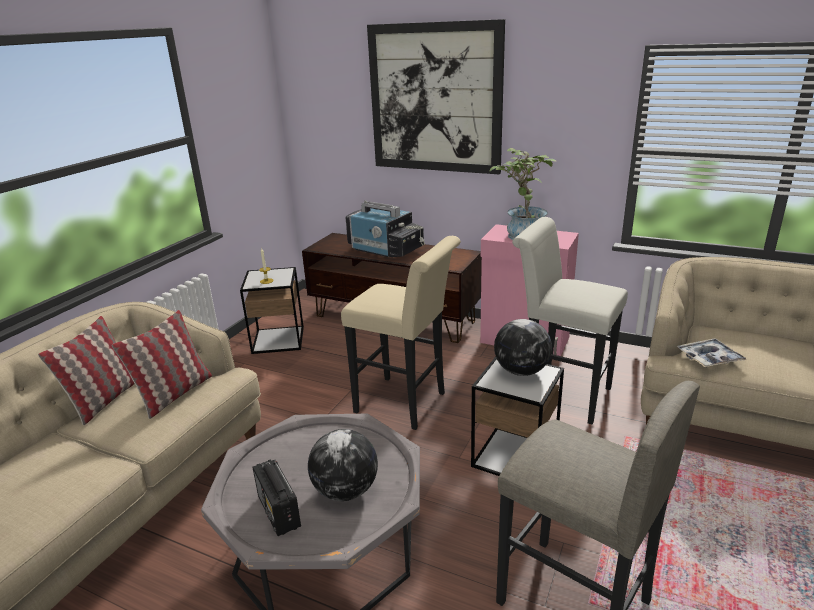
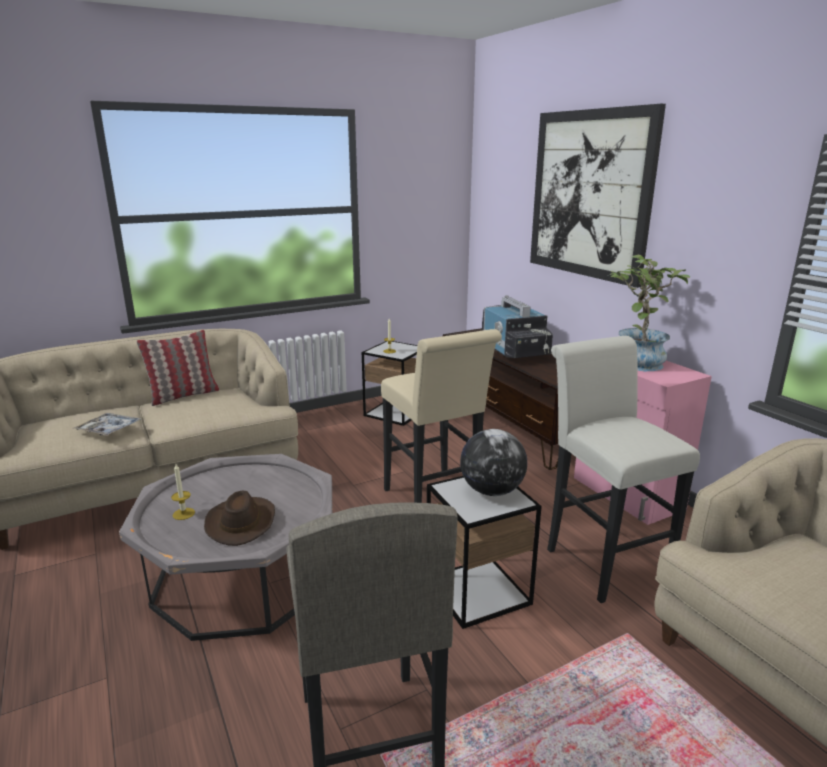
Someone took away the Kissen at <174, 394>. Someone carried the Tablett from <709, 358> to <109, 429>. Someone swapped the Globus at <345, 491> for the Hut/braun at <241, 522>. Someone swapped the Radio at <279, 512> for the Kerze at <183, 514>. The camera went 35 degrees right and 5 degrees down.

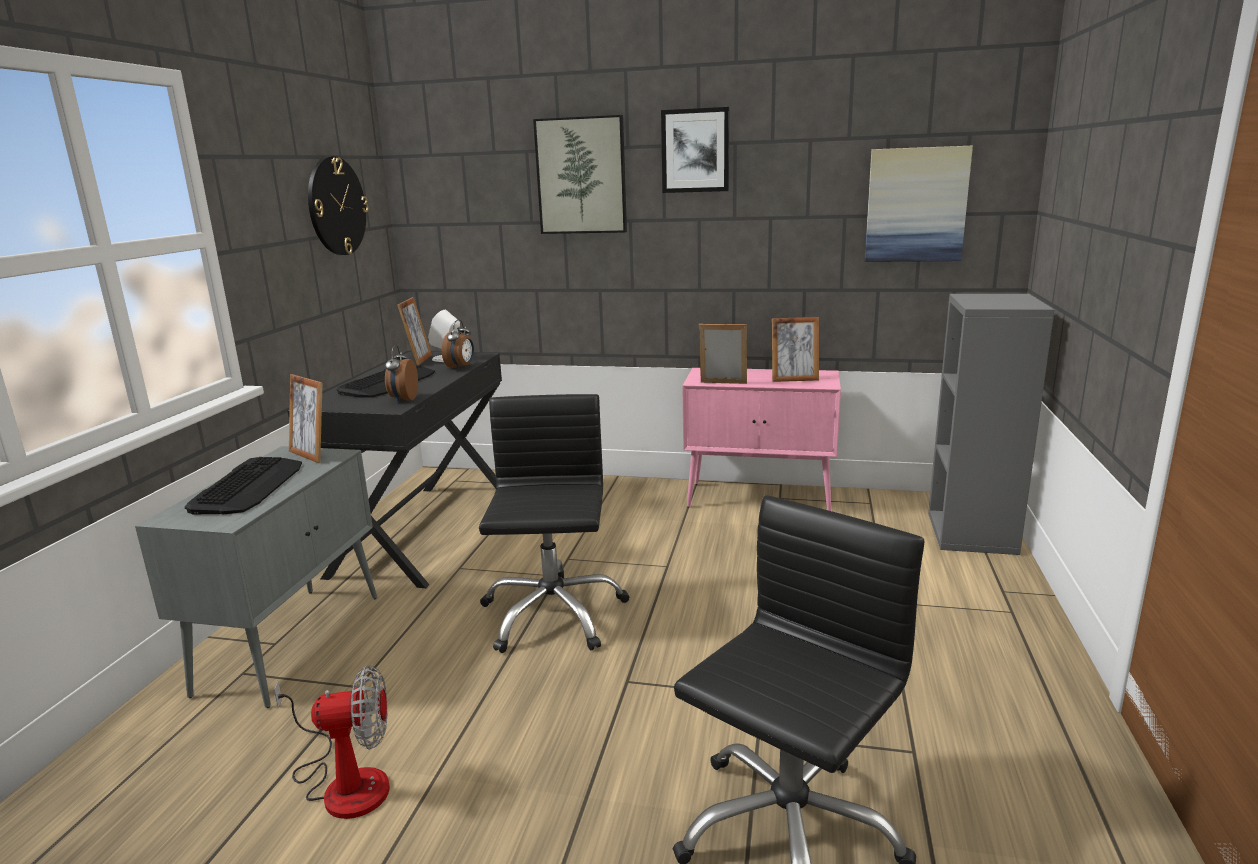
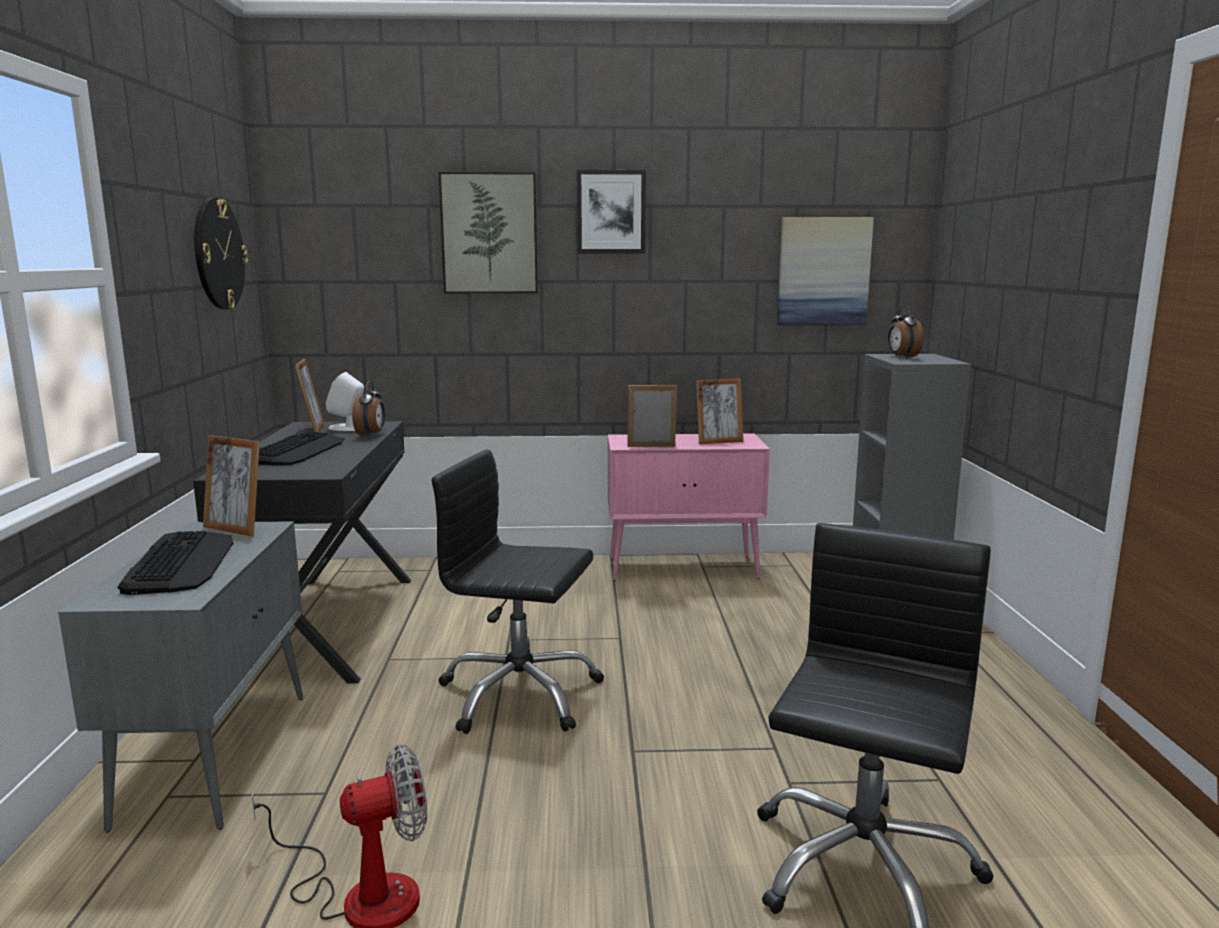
Someone carried the Wecker from <403, 399> to <902, 357>. Someone rotated the Bürostuhl/schwarz at <552, 614> by 60 degrees counterclockwise. The camera went 15 degrees left and 5 degrees down.

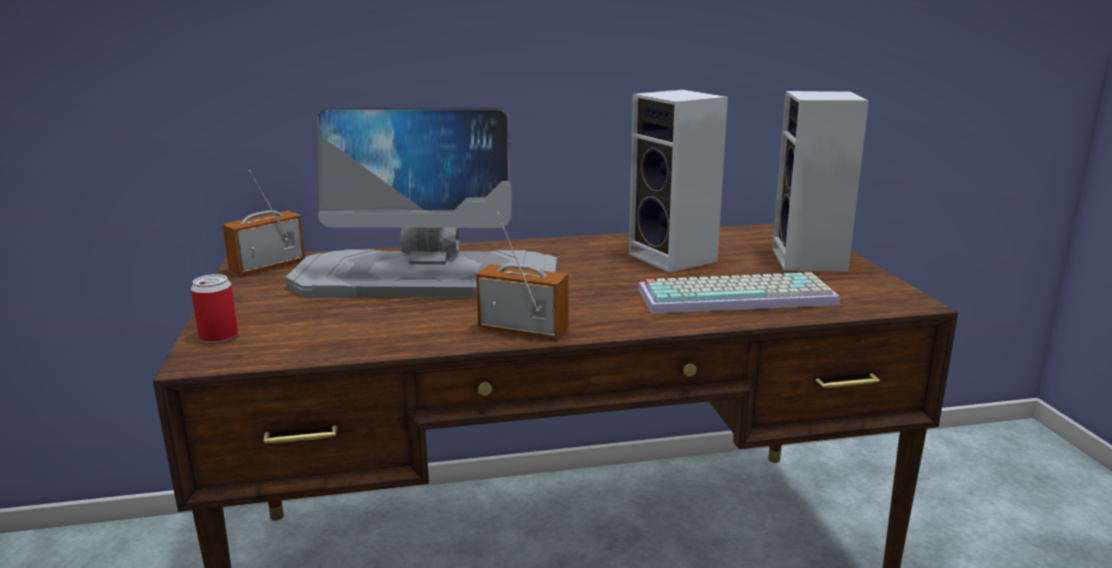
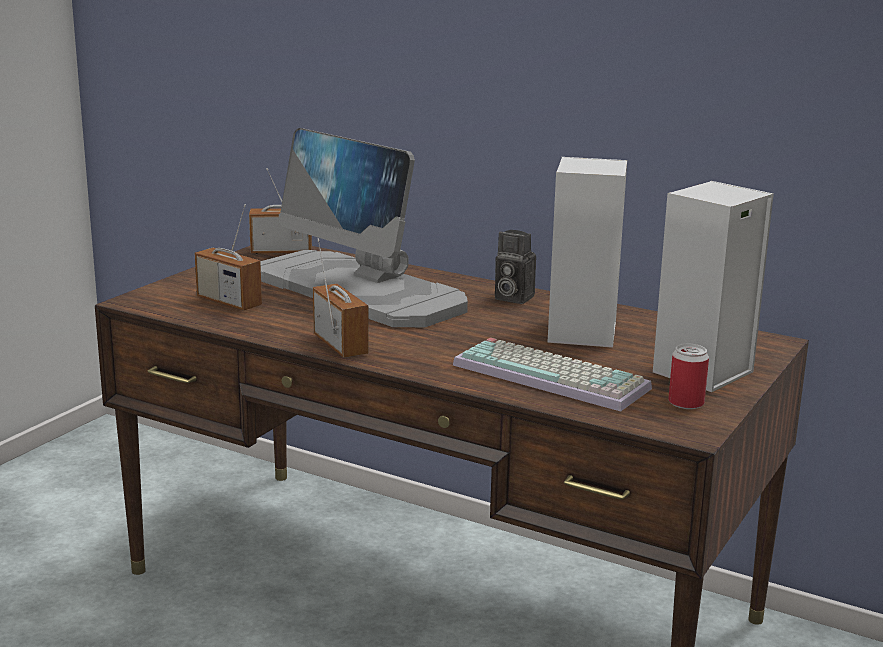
Someone carried the Dose from <219, 336> to <686, 403>. Someone put down the Radio at <229, 302>. Someone put down the Kamera at <511, 298>. The camera went 40 degrees right and 0 degrees up.

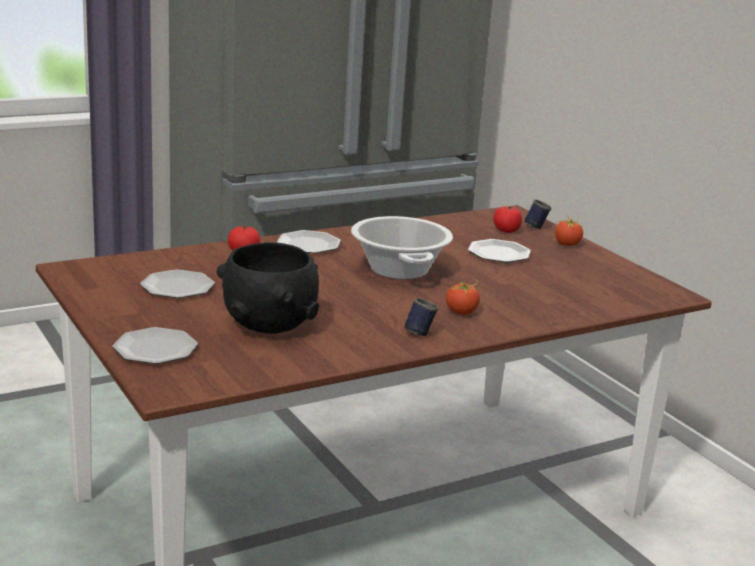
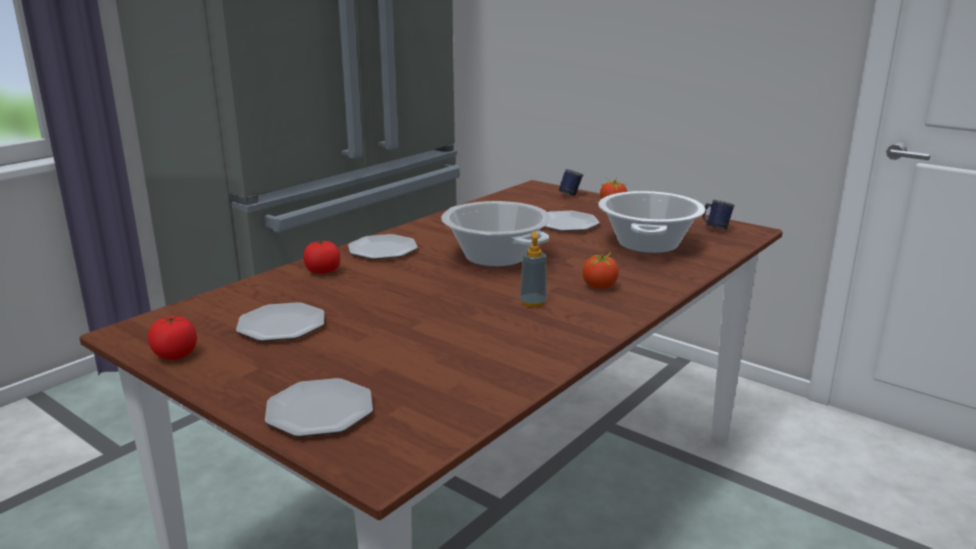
Someone carried the Tomate from <506, 231> to <175, 355>. Someone took away the Schüssel/schwarz at <268, 326>. Someone carried the Henkelbecher/blau from <417, 332> to <715, 228>. Someone put down the Kochtopf at <647, 244>. Someone put down the Seifenspender at <533, 303>. The camera went 20 degrees left and 0 degrees up.

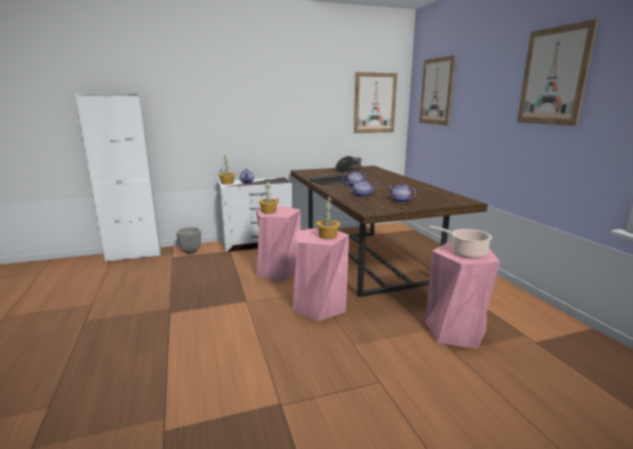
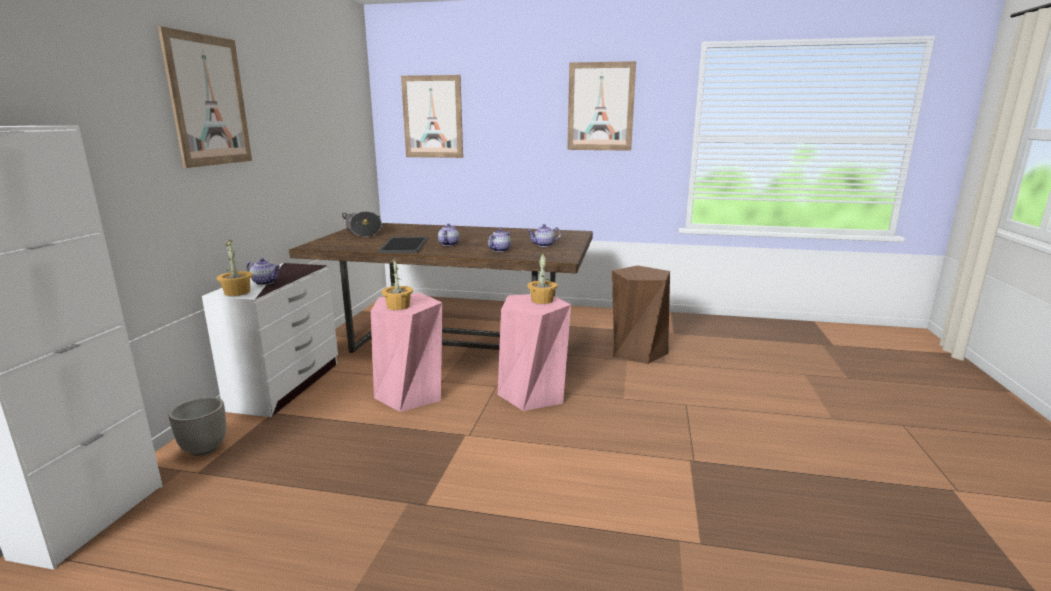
Someone carried the Bild from <375, 103> to <208, 101>. Someone took away the Kochtopf at <466, 253>. Someone repainted the Hocker/rosa at <455, 331>, which became the Hocker/braun at <637, 351>. The camera went 60 degrees left and 0 degrees up.

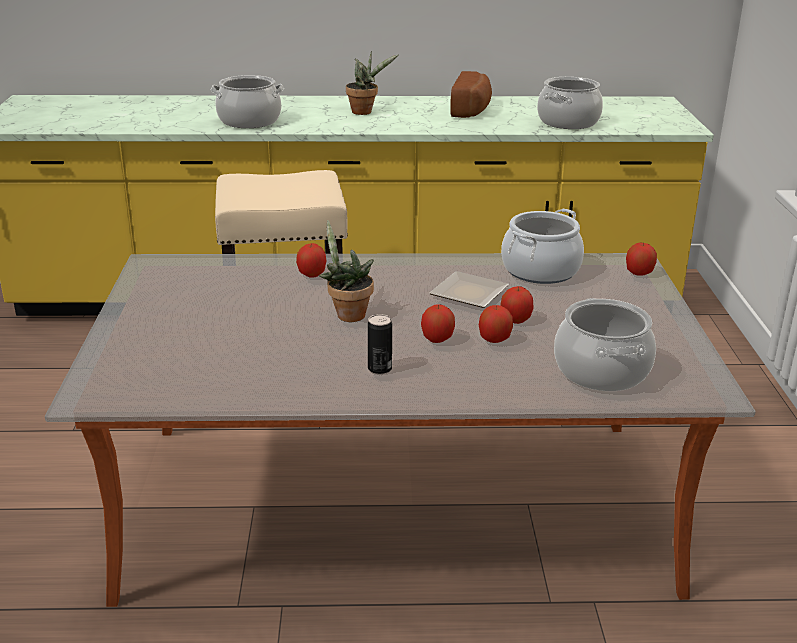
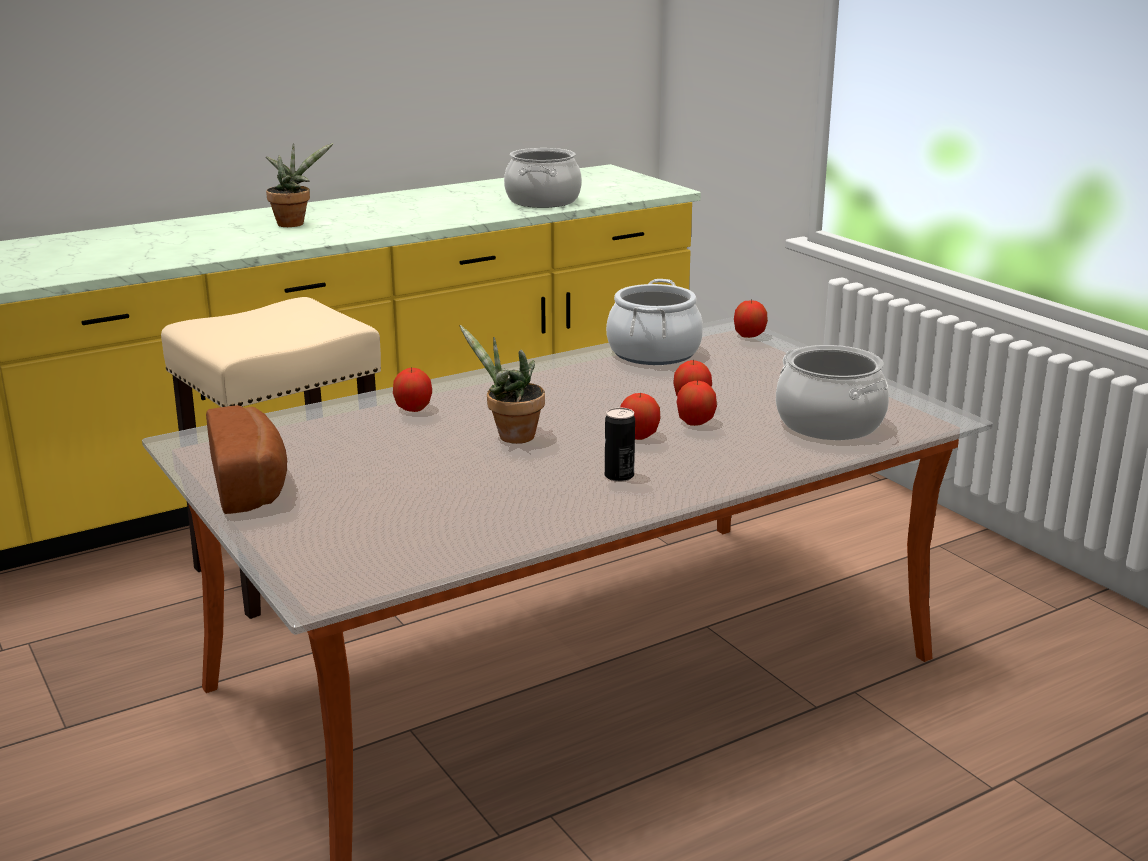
Someone carried the Brot from <472, 109> to <252, 483>. Someone took away the Kochtopf at <249, 121>. Someone took away the Teller at <468, 292>. The camera went 30 degrees left and 5 degrees down.

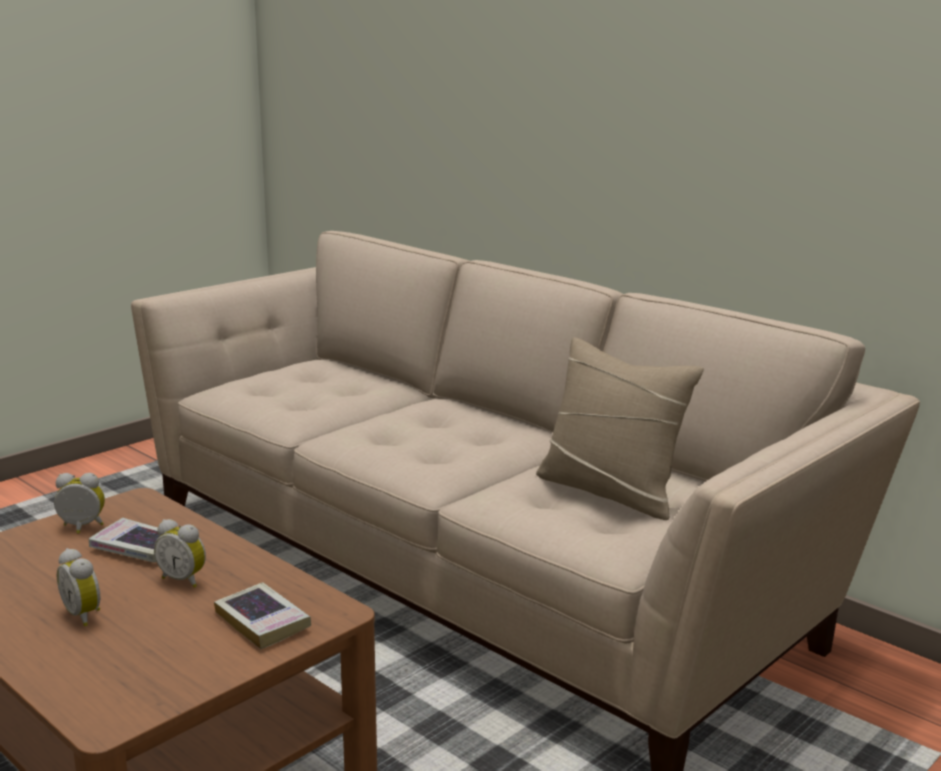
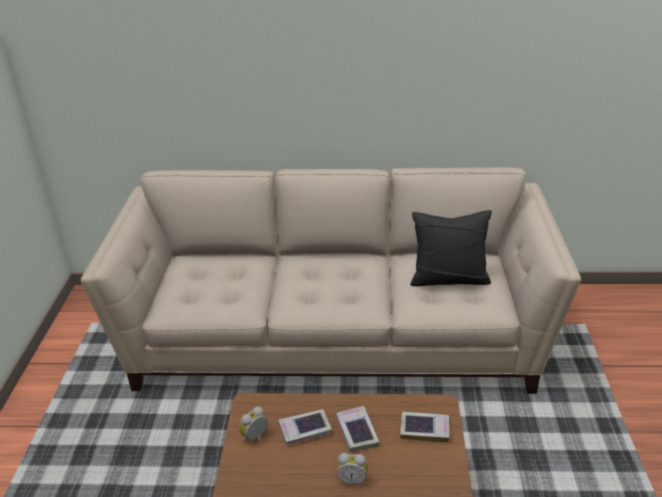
Someone repainted the Kissen/beige at <610, 491>, which became the Kissen/schwarz at <449, 279>. Someone swapped the Wecker at <184, 579> for the Buch at <357, 432>. The camera went 40 degrees left and 15 degrees up.

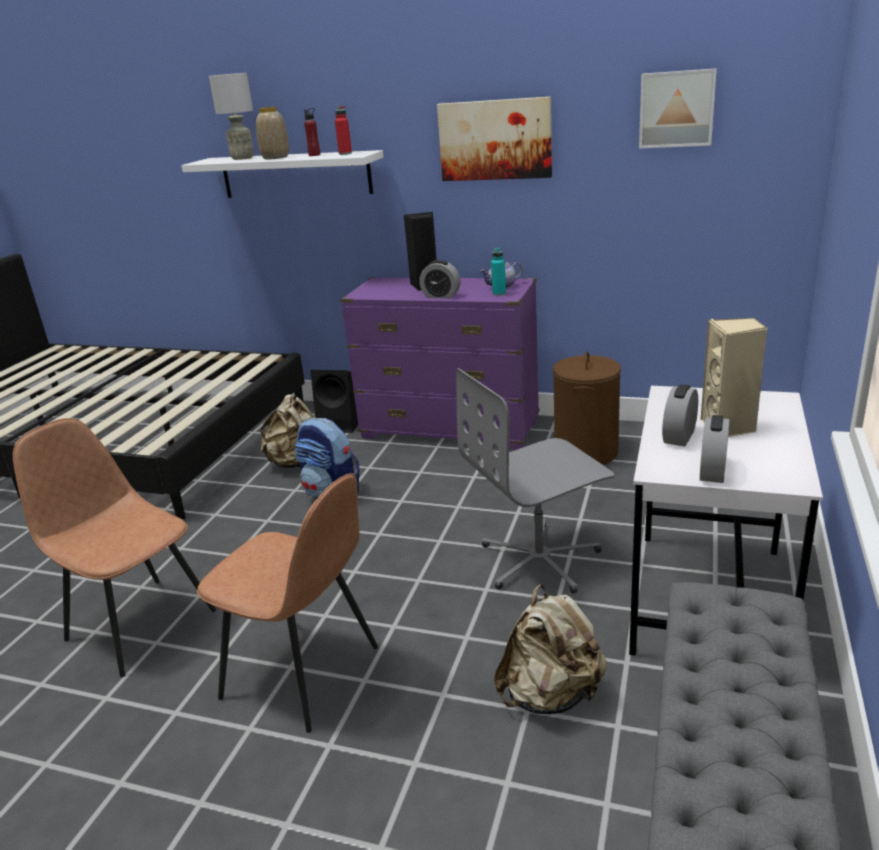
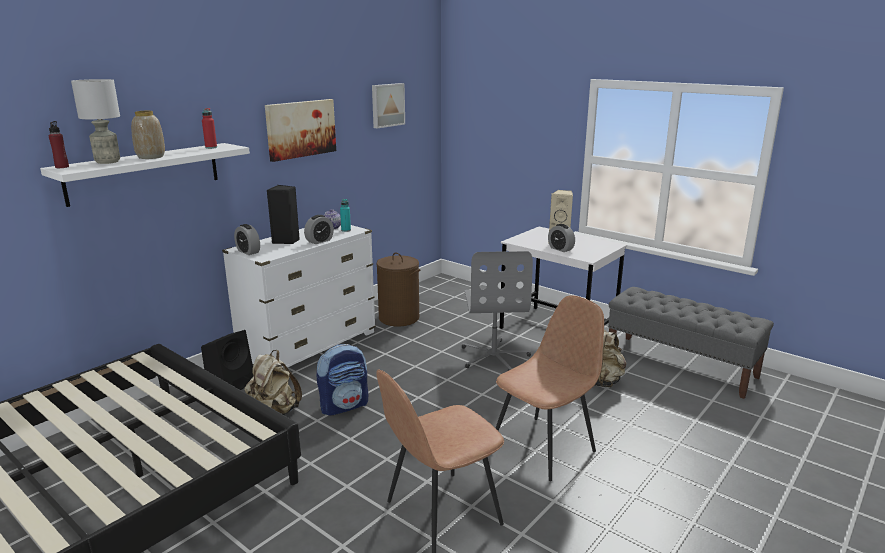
Someone carried the Flasche/rot from <314, 155> to <62, 167>. Someone repainted the Kommode/lila at <450, 429>, which became the Kommode/weiß at <309, 346>. Someone carried the Wecker from <712, 472> to <248, 252>. The camera went 70 degrees left and 5 degrees down.

